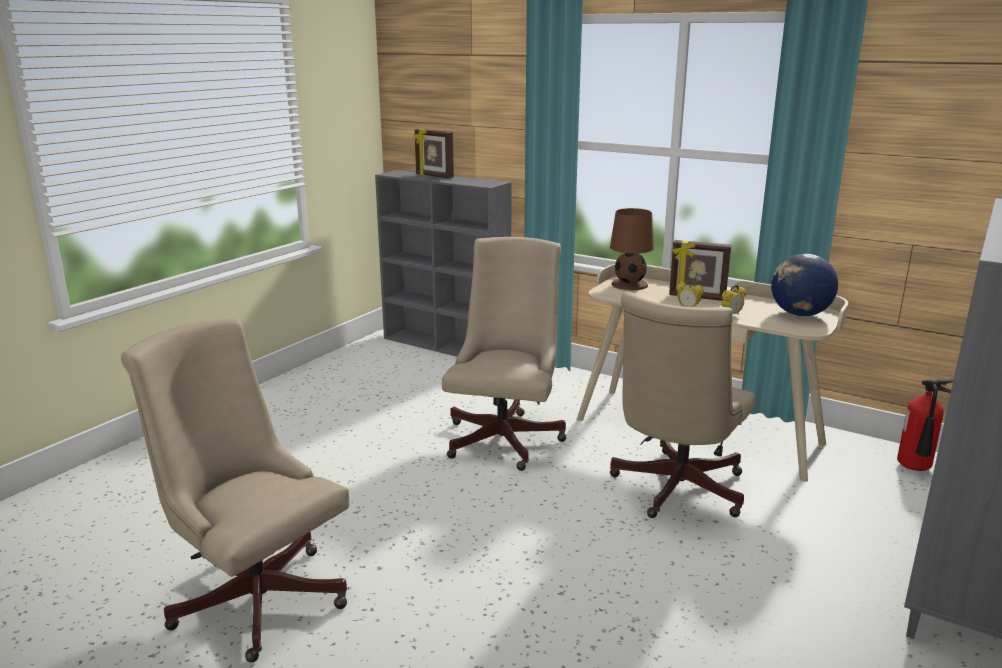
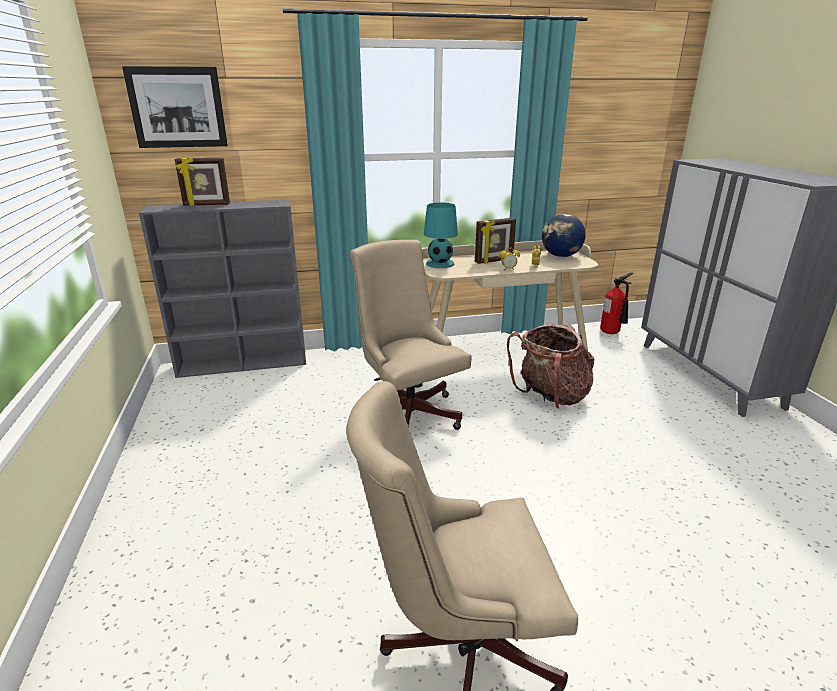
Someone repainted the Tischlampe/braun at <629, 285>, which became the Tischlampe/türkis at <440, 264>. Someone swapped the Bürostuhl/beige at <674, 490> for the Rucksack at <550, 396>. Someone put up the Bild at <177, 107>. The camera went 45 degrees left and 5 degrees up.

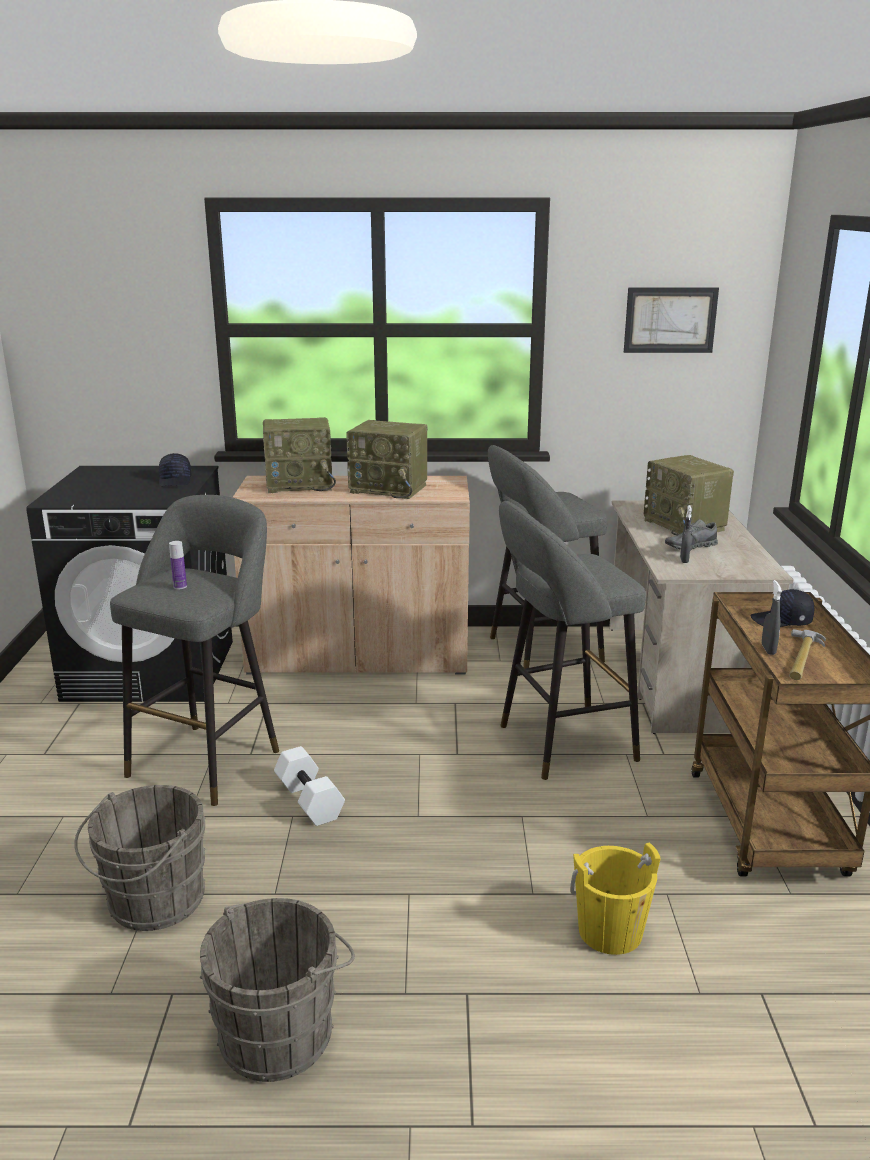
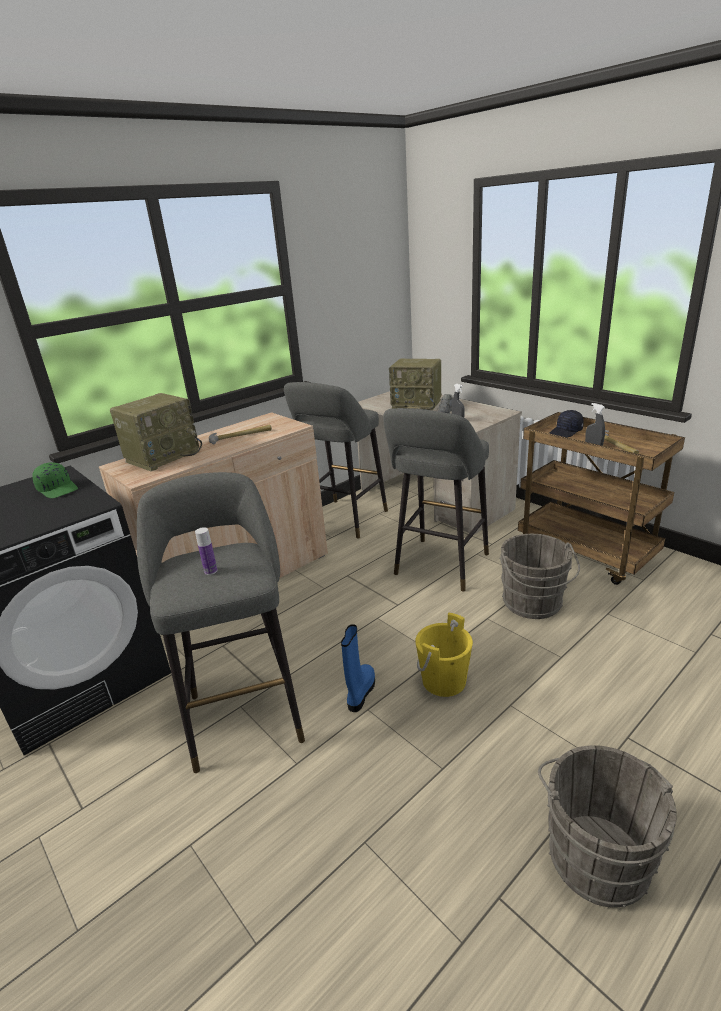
Someone took away the Bild at <670, 320>. Someone swapped the Radio at <390, 488> for the Hammer at <240, 436>. Someone repainted the Kappe/schwarz at <176, 481>, which became the Kappe/grün at <58, 489>. Someone swapped the Hantel/weiß at <307, 801> for the Stiefel/blau at <360, 692>. Someone carried the Eimer/grau from <152, 903> to <533, 604>. Someone carried the Eimer/gelb from <610, 932> to <444, 680>. The camera went 40 degrees left and 5 degrees up.

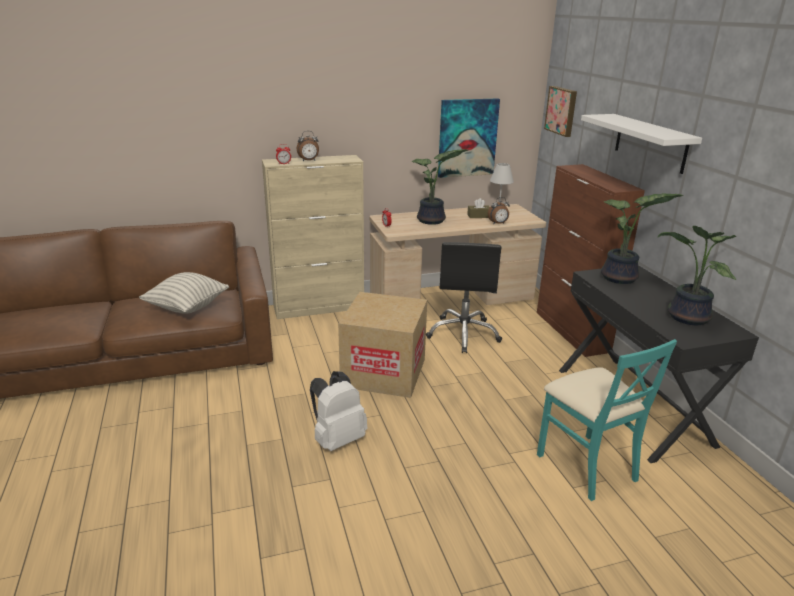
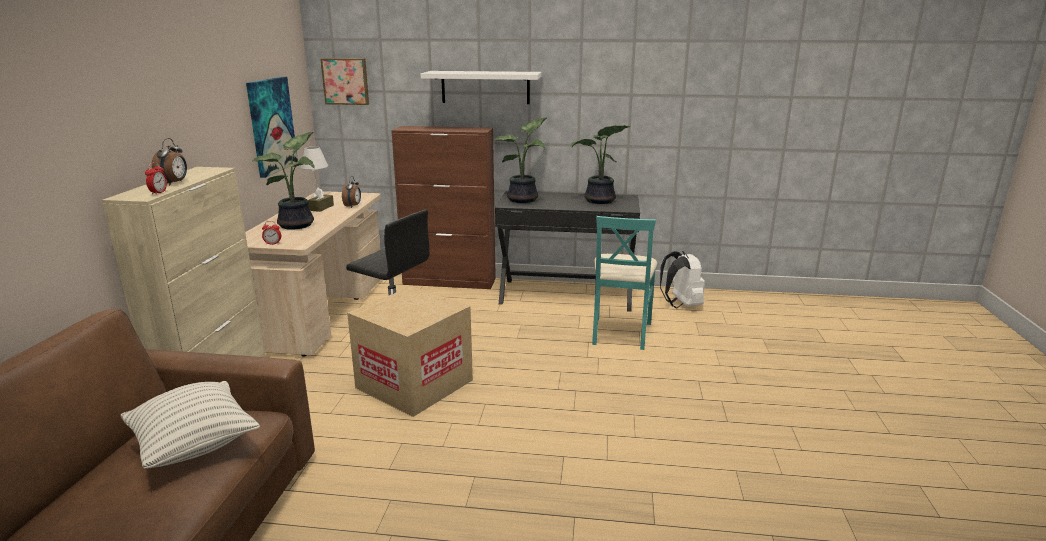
Someone rotated the Stuhl/türkis at <586, 465> by 105 degrees clockwise. Someone carried the Rucksack/weiß from <337, 439> to <681, 305>. The camera went 65 degrees left and 5 degrees down.

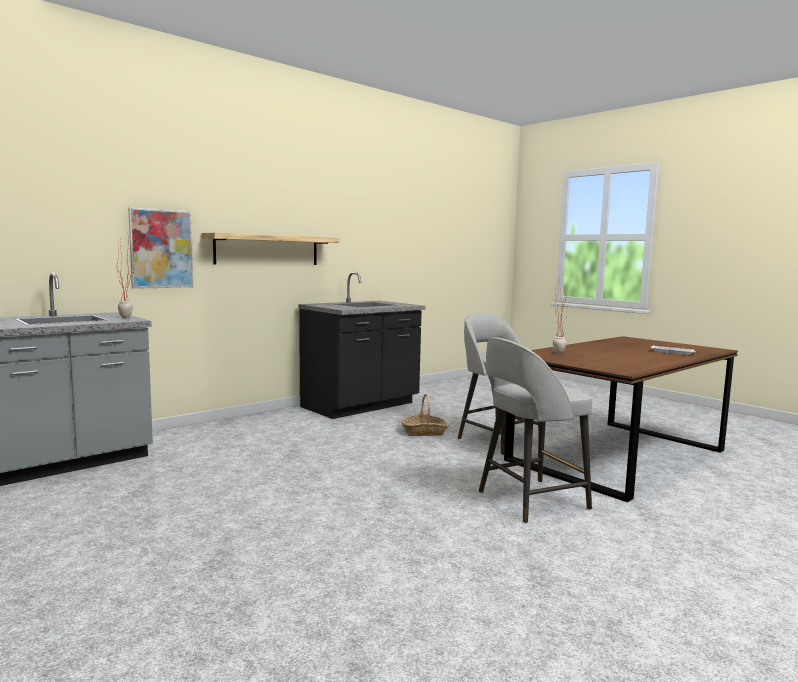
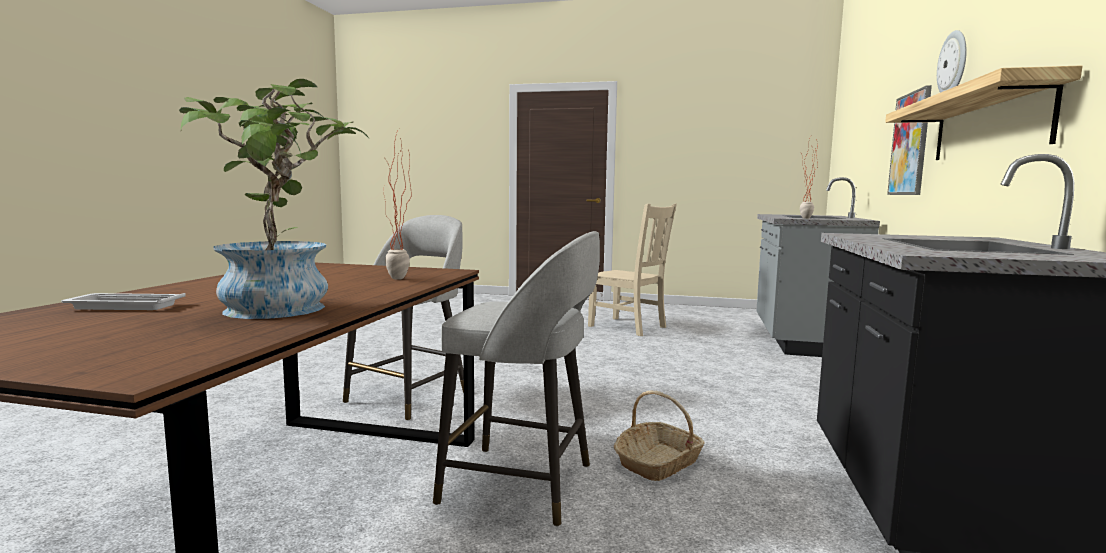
Someone put up the Wanduhr at <953, 63>. Someone put down the Topfpflanze at <282, 311>. Someone put down the Stuhl/beige at <629, 327>. The camera went 145 degrees right and 0 degrees up.

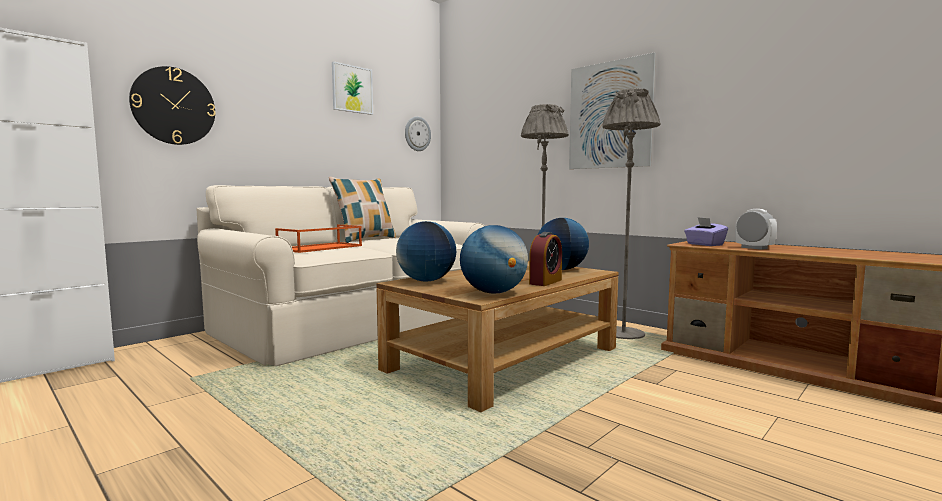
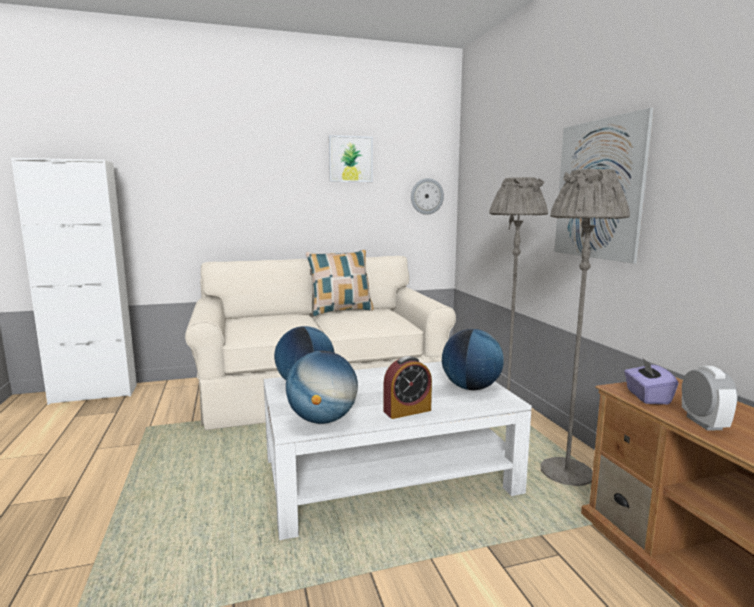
Someone took away the Wanduhr at <173, 106>. Someone took away the Tablett/orange at <320, 248>. Someone repainted the Couchtisch/braun at <505, 359>, which became the Couchtisch/weiß at <388, 474>. The camera went 30 degrees right and 5 degrees up.

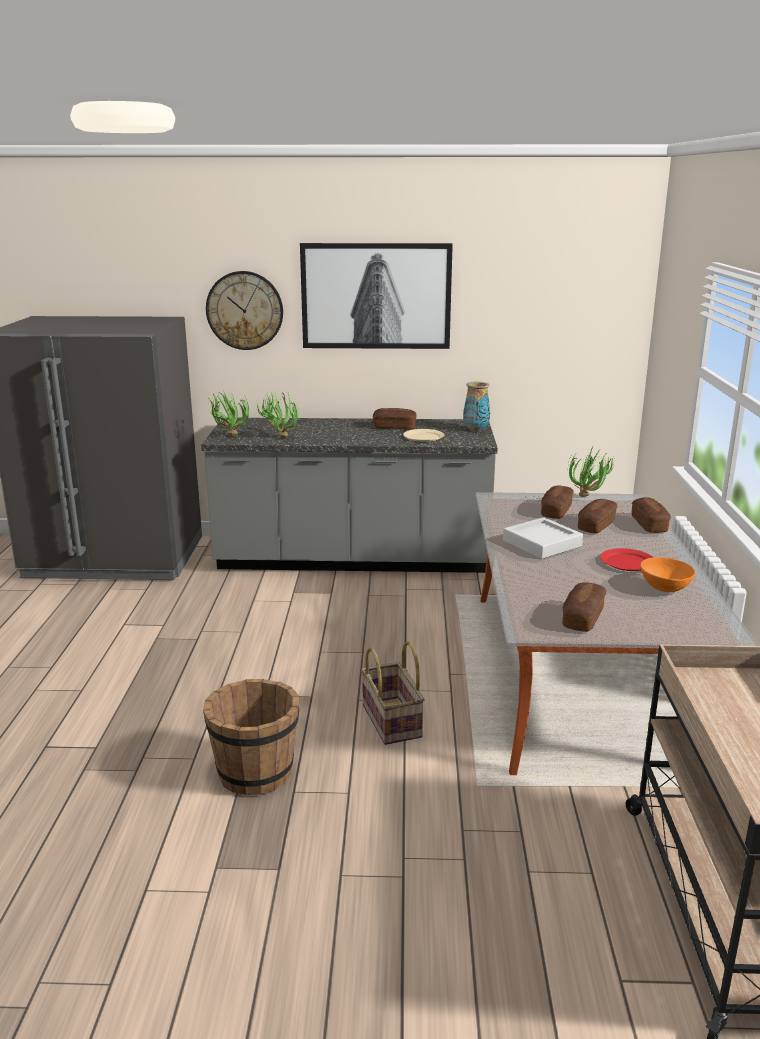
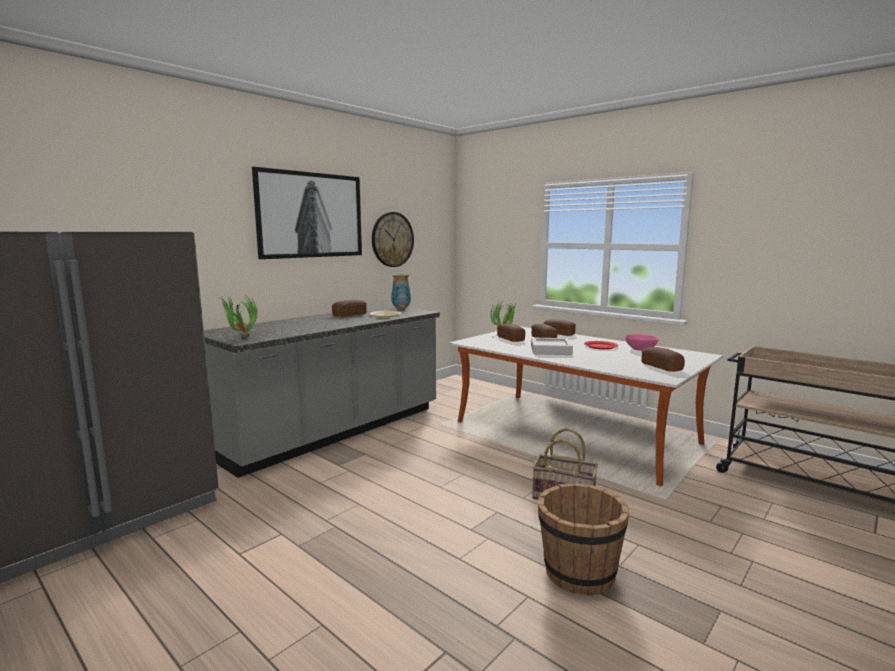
Someone carried the Wanduhr from <244, 310> to <392, 239>. Someone took away the Topfpflanze at <279, 437>. Someone repainted the Schüssel/orange at <665, 587>, which became the Schüssel/rosa at <640, 349>. The camera went 50 degrees left and 10 degrees down.

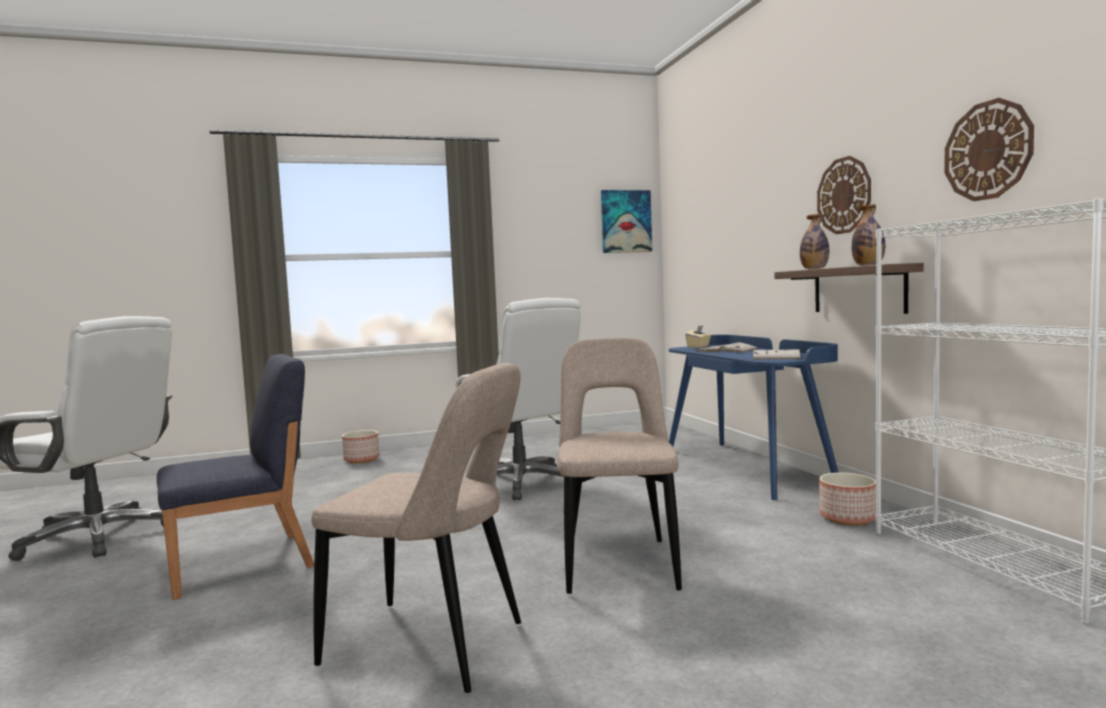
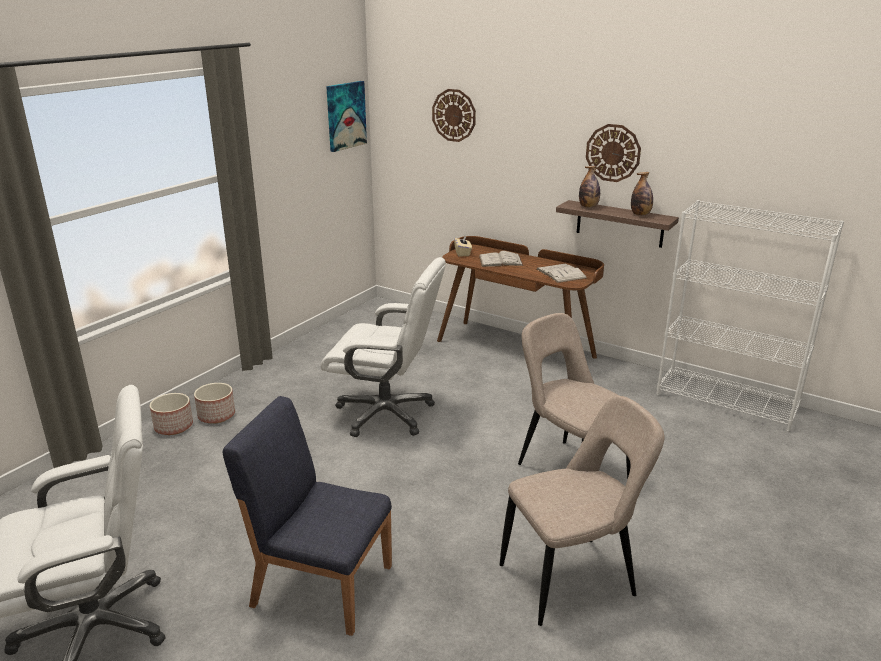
Someone carried the Wanduhr from <987, 150> to <454, 115>. Someone repainted the Schreibtisch/blau at <745, 467>, which became the Schreibtisch/braun at <515, 348>. Someone rotated the Stuhl/blau at <243, 563> by 90 degrees counterclockwise. Someone carried the Pflanzkübel from <848, 518> to <217, 415>. The camera went 40 degrees left and 20 degrees up.

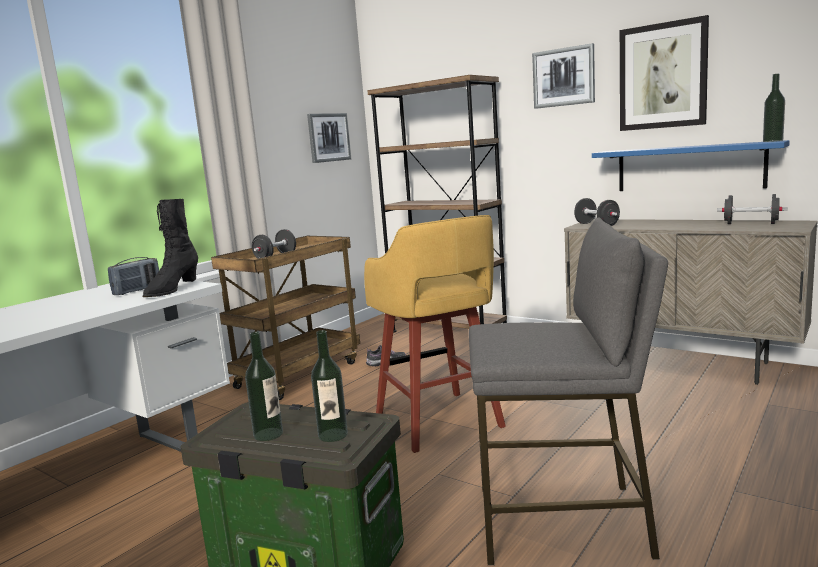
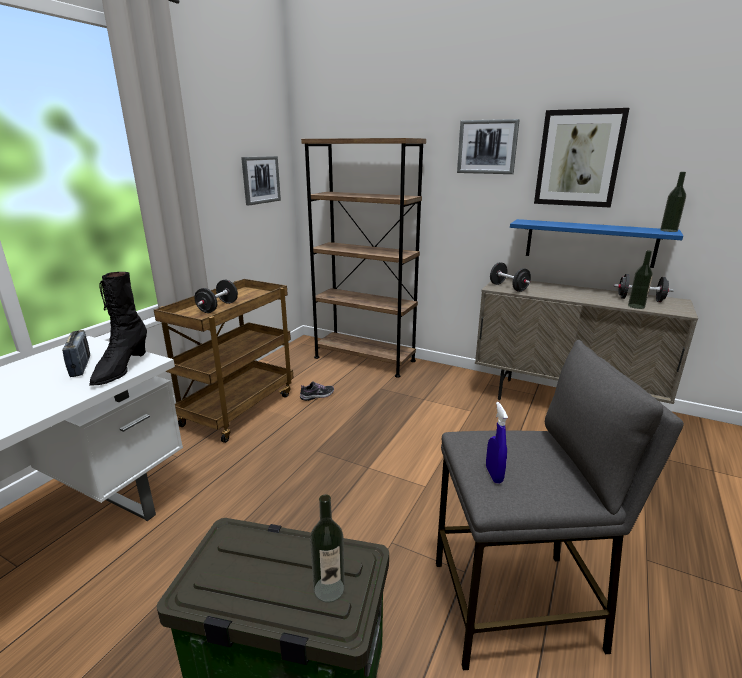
Someone took away the Hocker/gelb at <439, 422>. Someone rotated the Radio at <137, 290> by 45 degrees counterclockwise. Someone carried the Flasche from <268, 434> to <636, 306>. Someone put down the Sprühflasche/blau at <494, 475>. The camera went 10 degrees left and 10 degrees up.

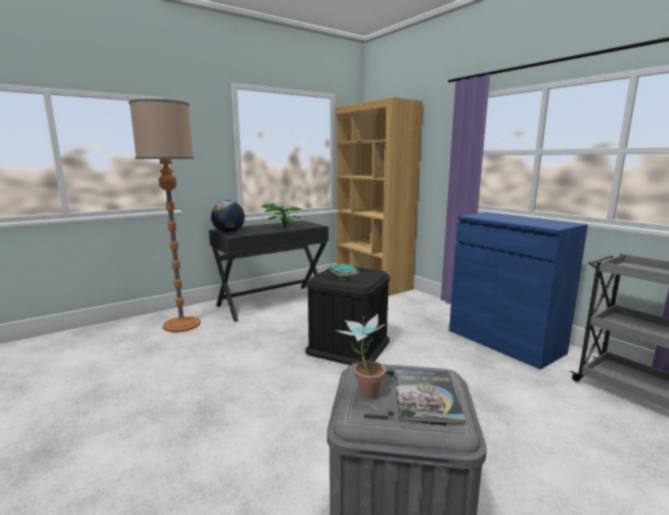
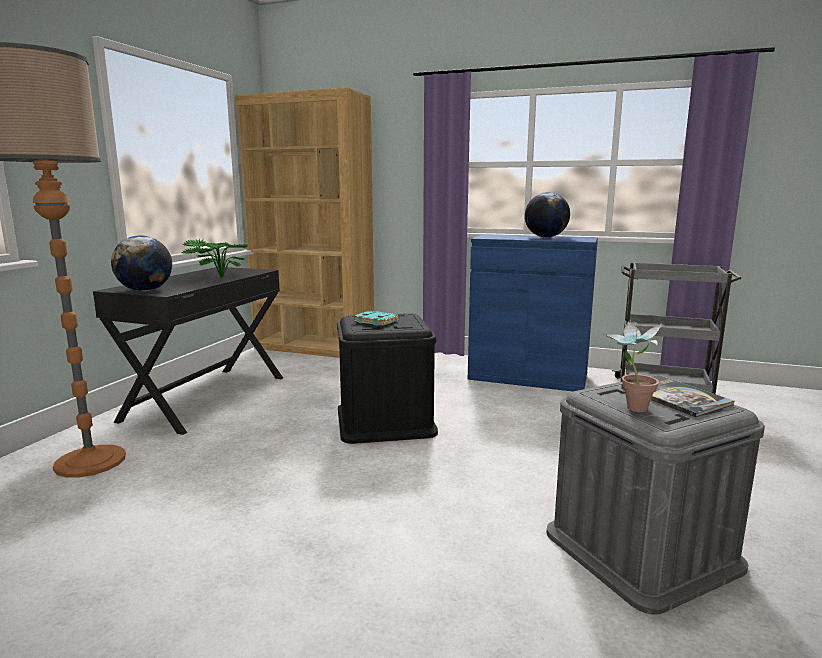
Someone put down the Globus at <545, 237>. The camera went 35 degrees left and 0 degrees up.

